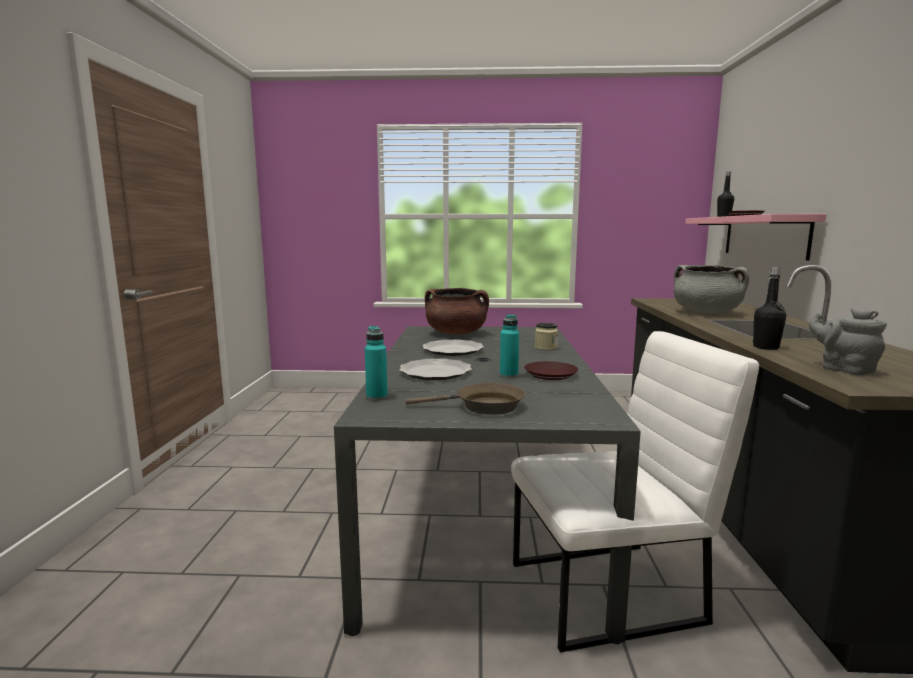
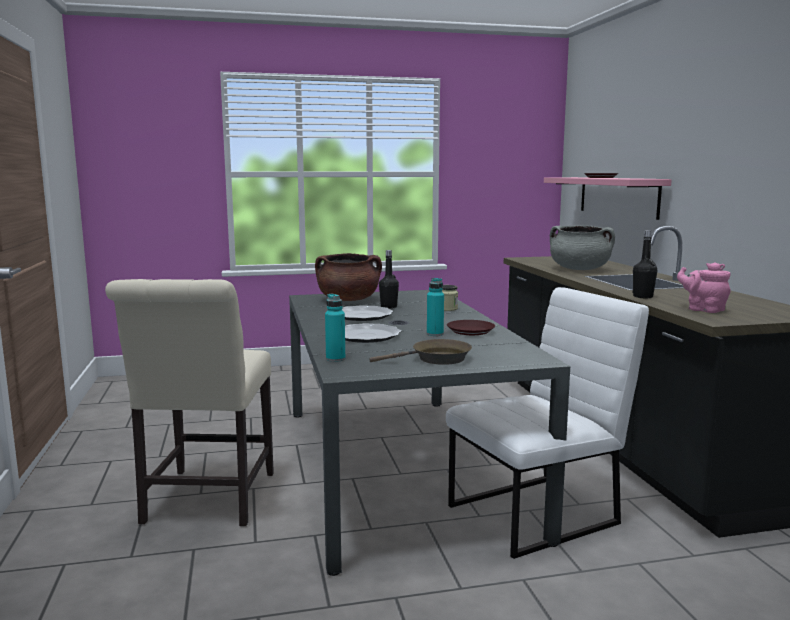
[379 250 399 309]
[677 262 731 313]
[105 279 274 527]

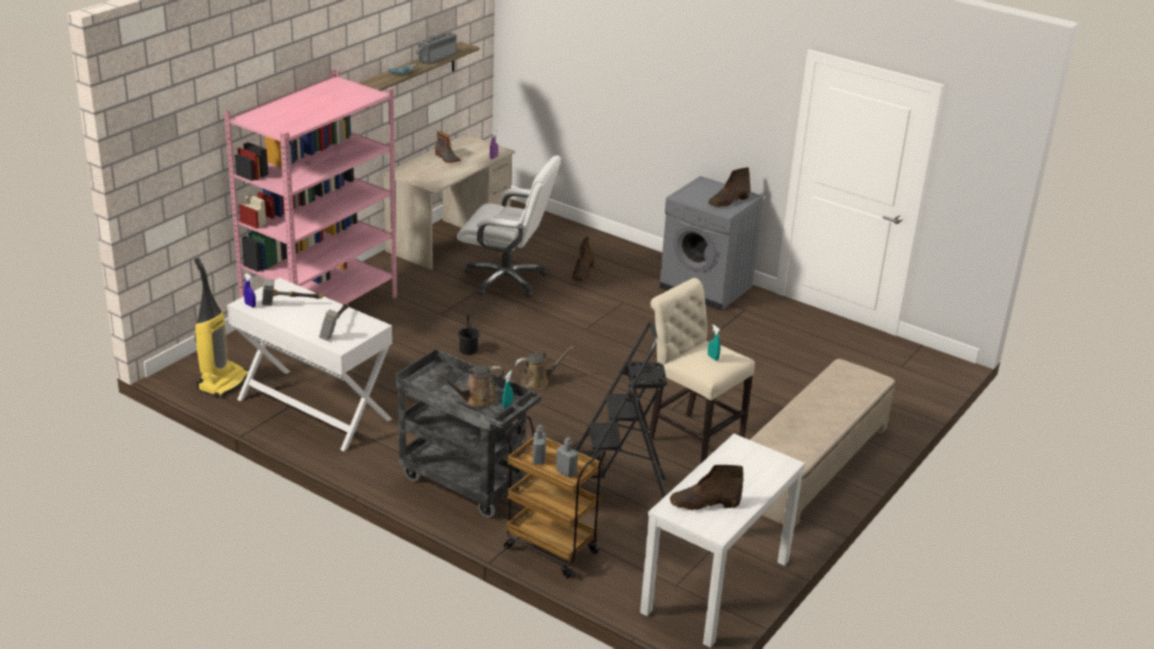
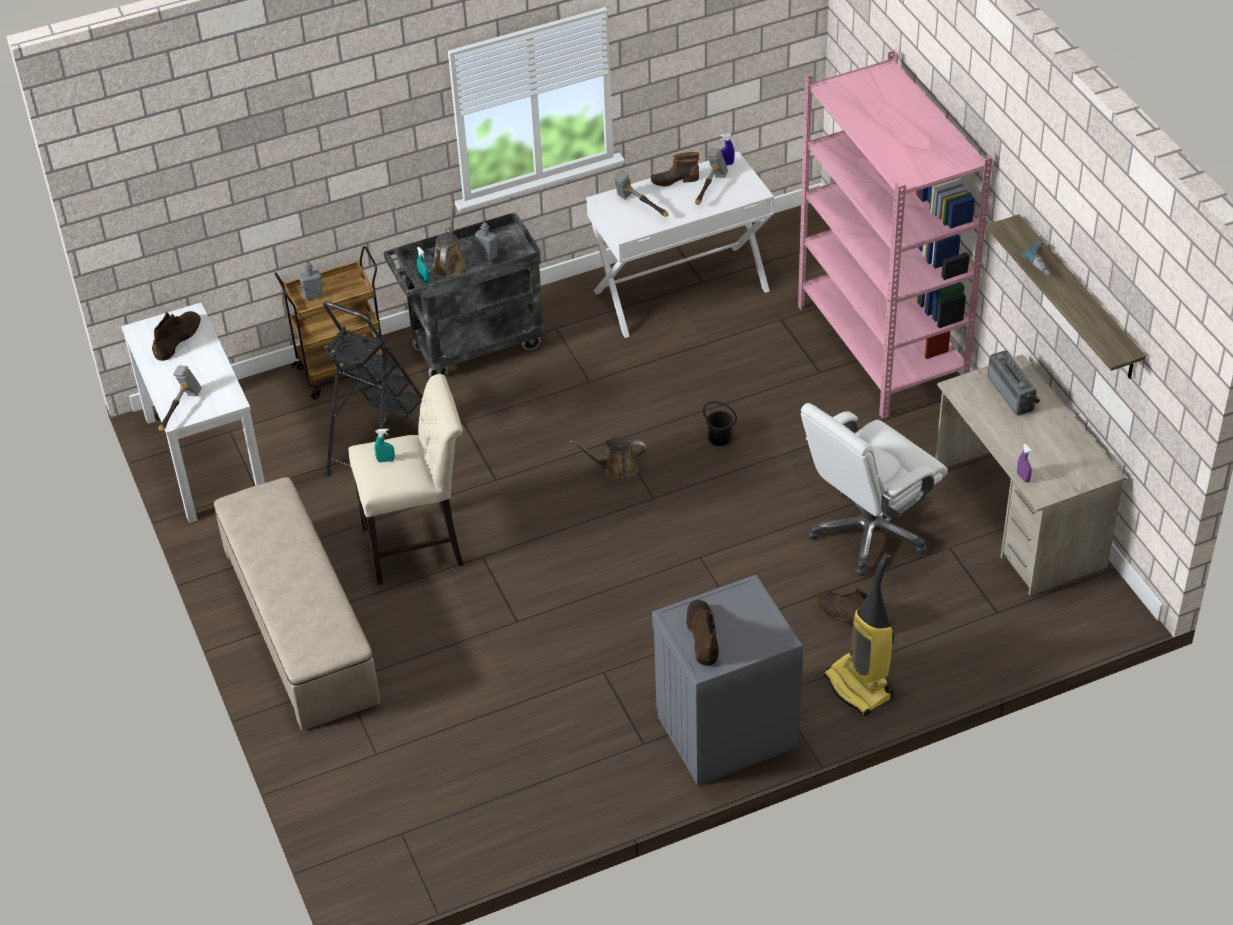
[988 350 1041 416]
[651 152 699 186]
[824 553 894 716]
[570 437 646 481]
[475 222 497 260]
[159 366 202 431]

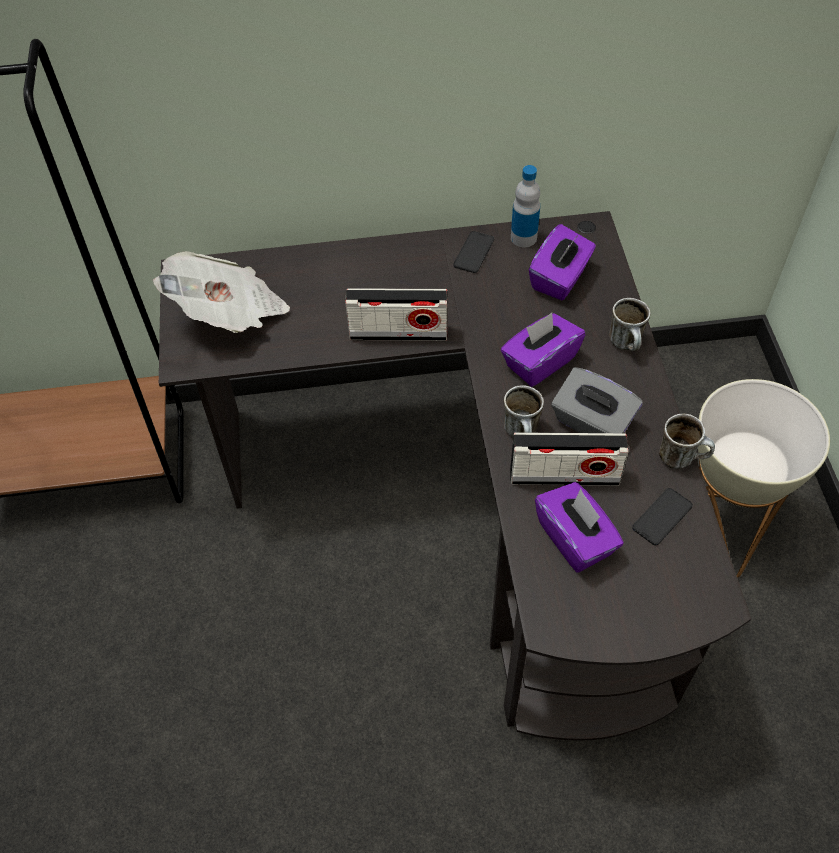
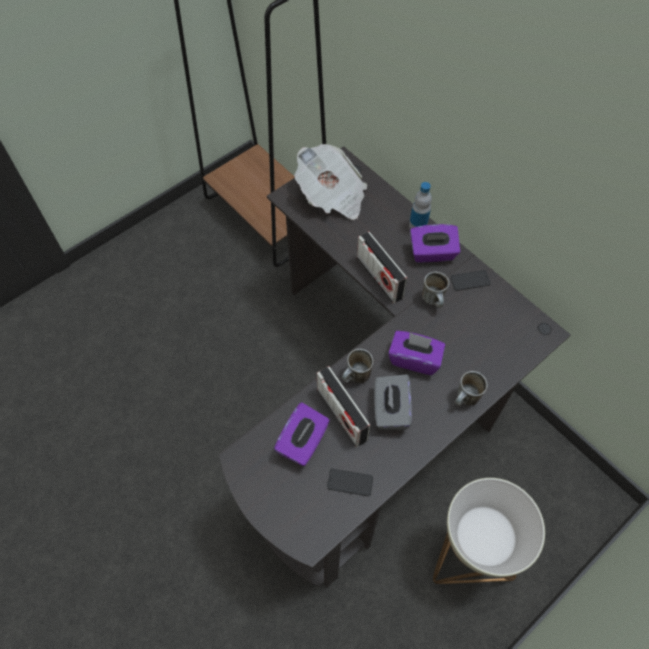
[409 182 432 229]
[410 224 460 263]
[422 272 449 308]

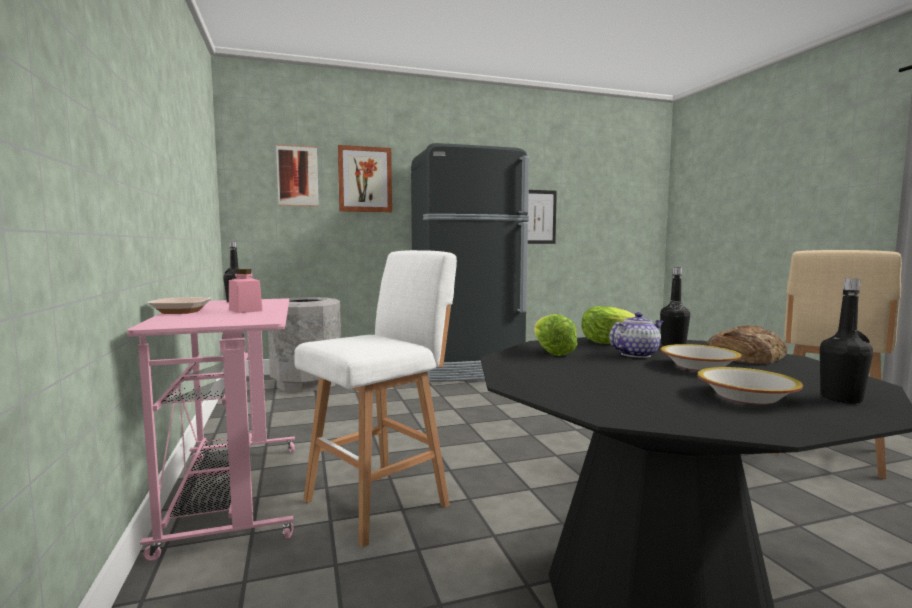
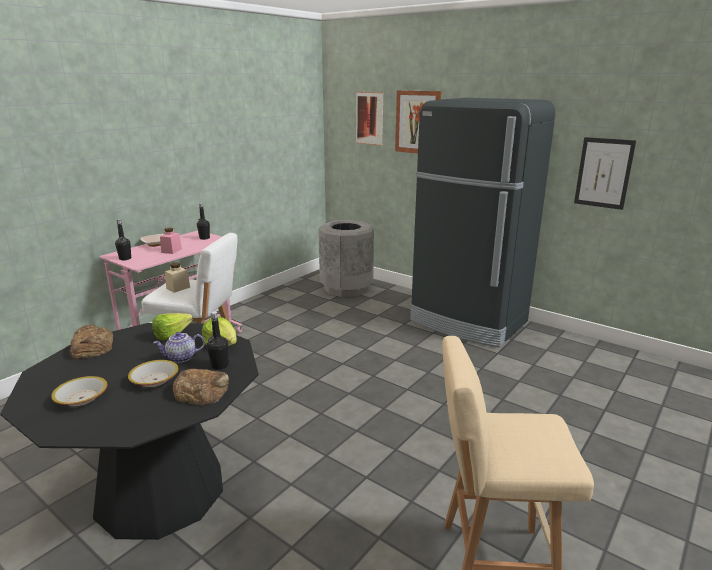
[115 219 131 260]
[153 332 205 363]
[165 263 190 293]
[69 325 113 360]

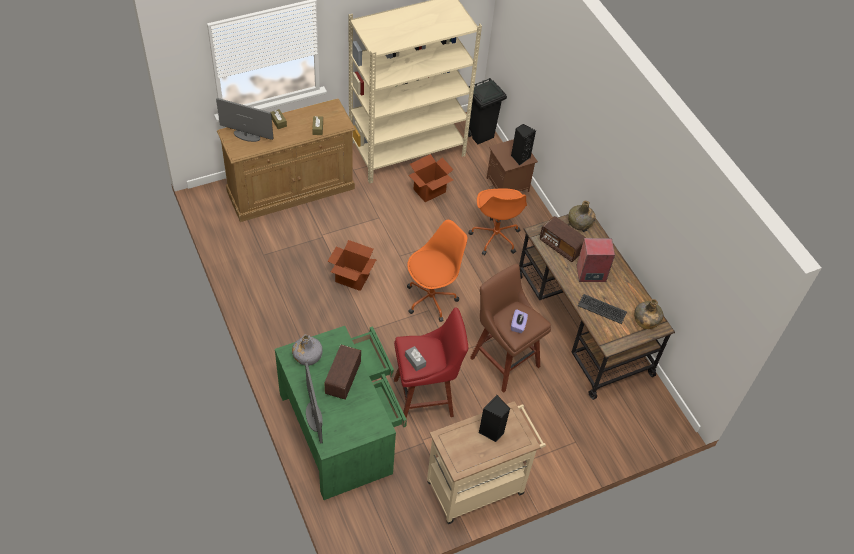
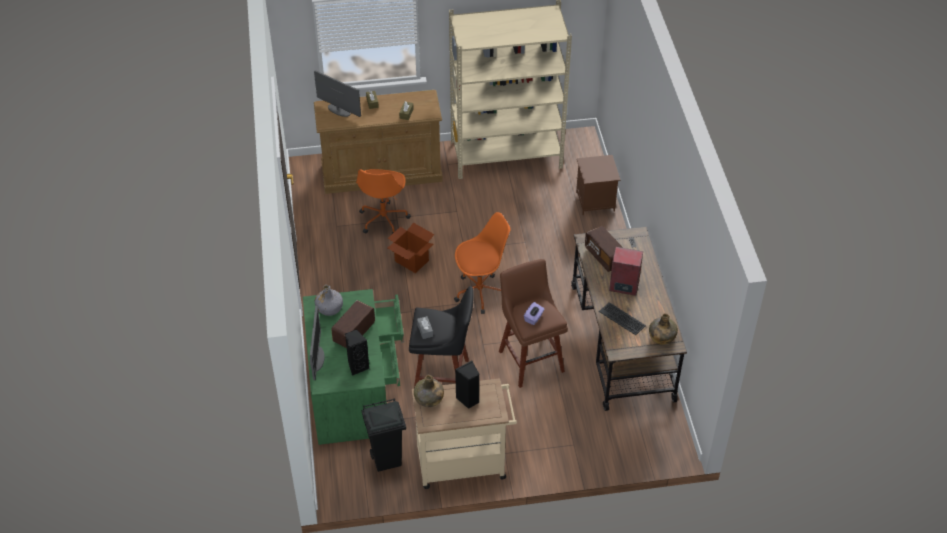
[362 398 406 472]
[345 329 370 376]
[409 154 454 202] (first image)
[356 169 411 234]
[414 375 444 407]
[409 286 474 387]

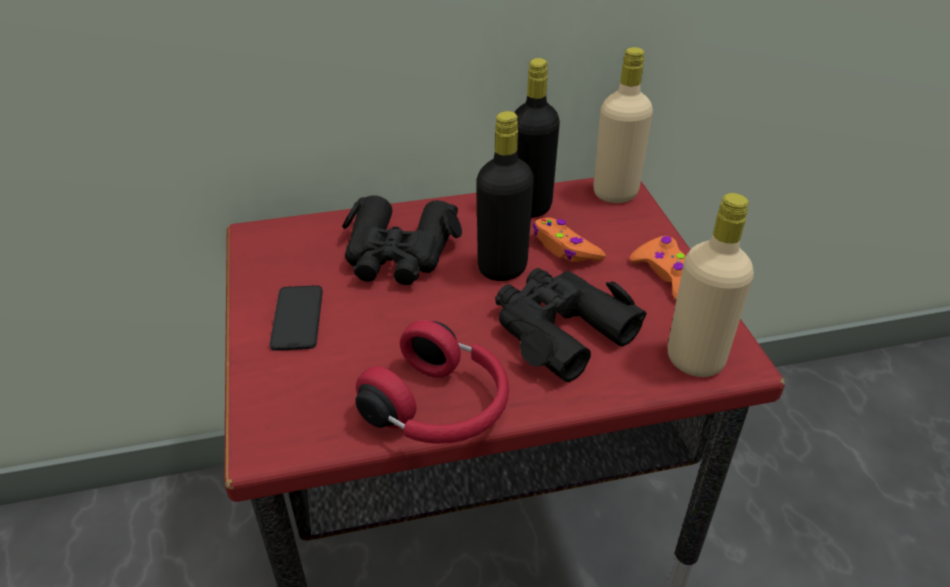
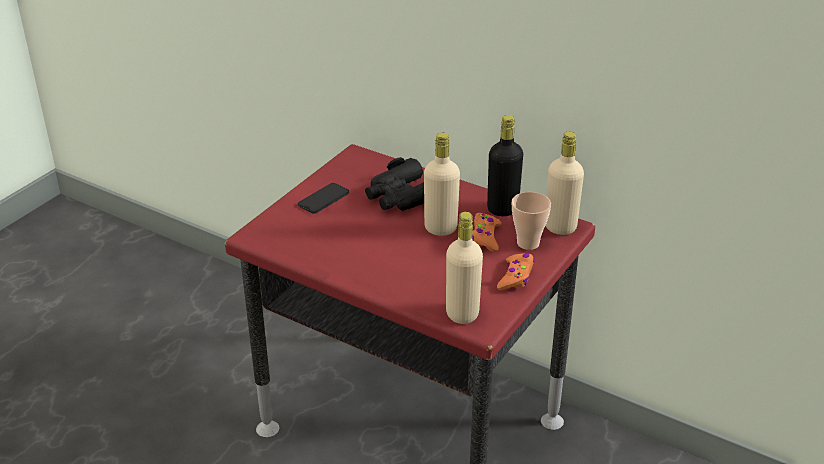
[424 133 460 236]
[495 268 647 382] (first image)
[355 320 509 444] (first image)
[512 192 551 250]

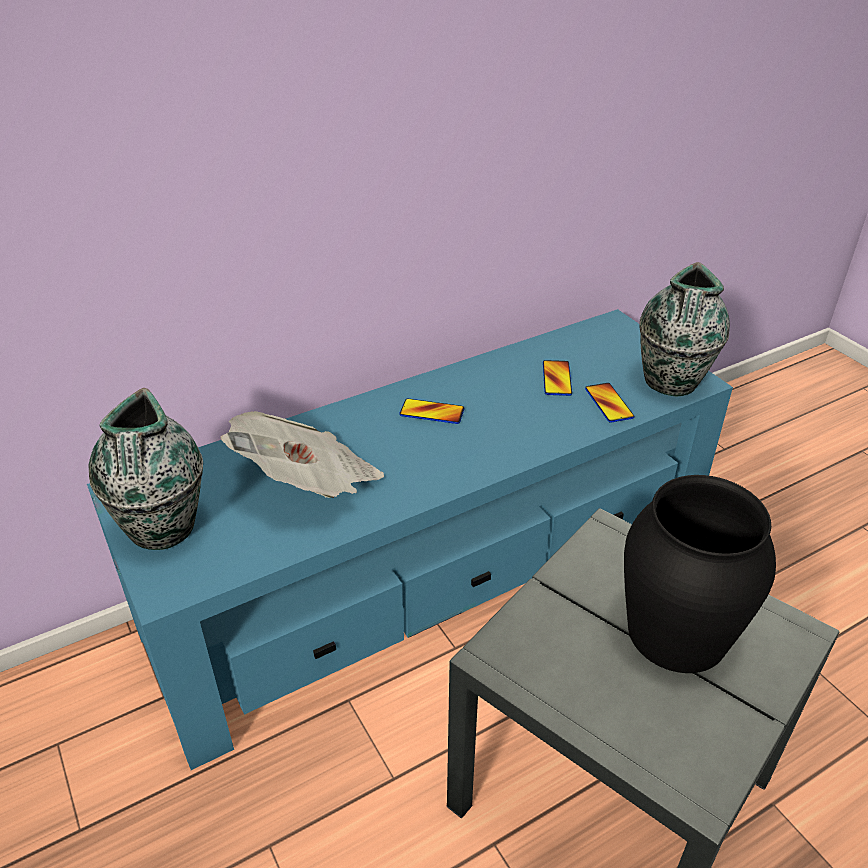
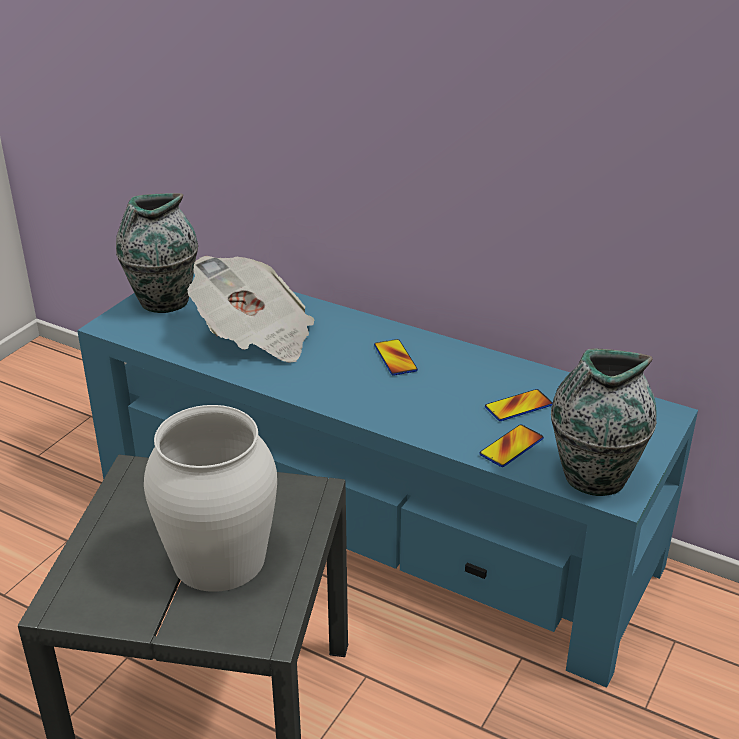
[144 405 277 592]

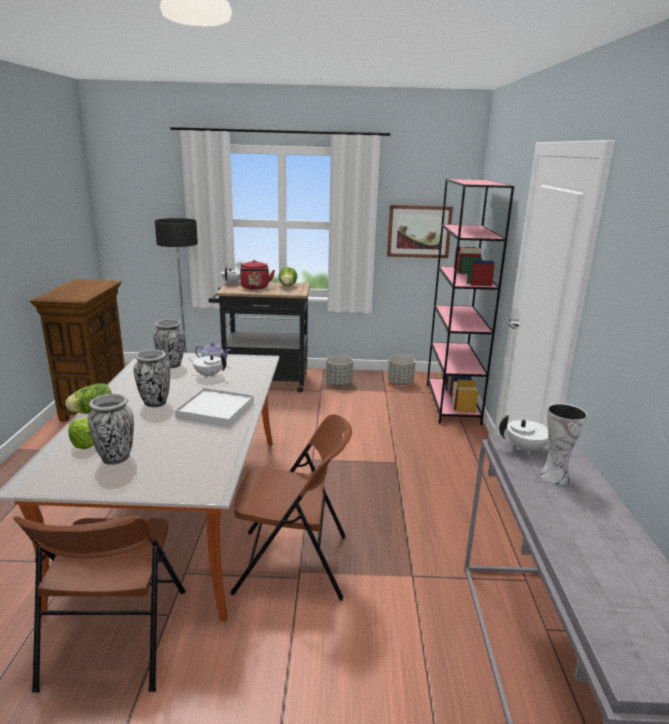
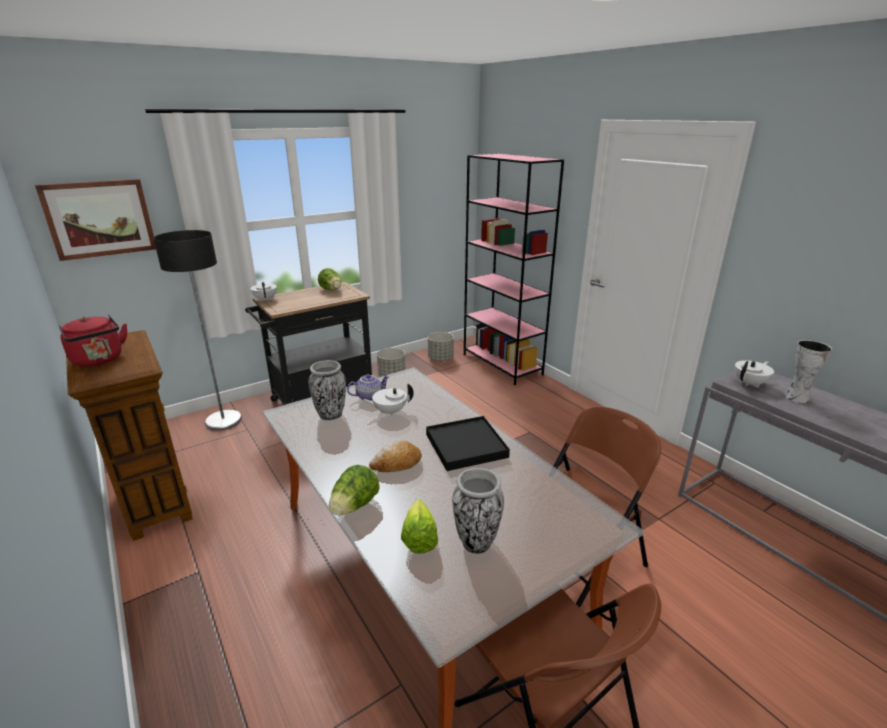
[35 179 156 261]
[59 315 127 367]
[369 441 422 472]
[426 416 510 471]

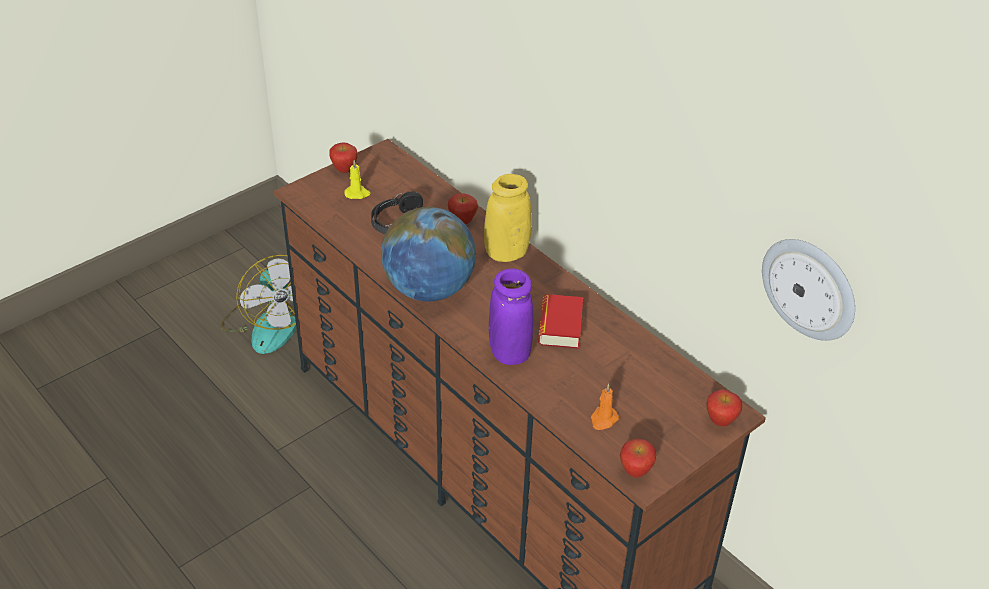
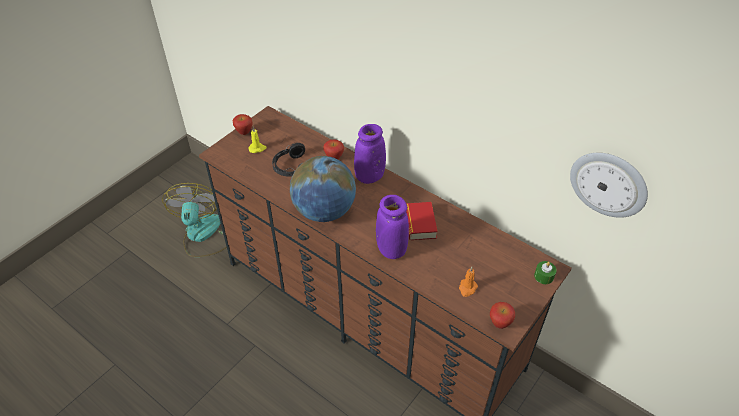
[354 124 386 184]
[162 183 227 257]
[534 261 557 284]

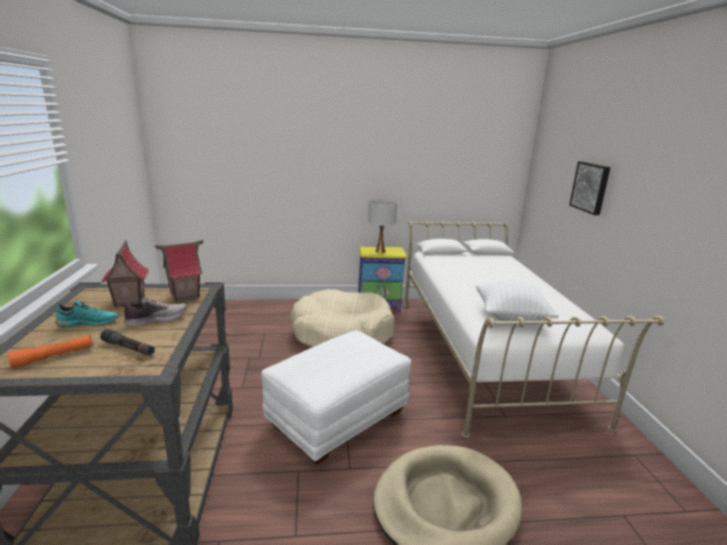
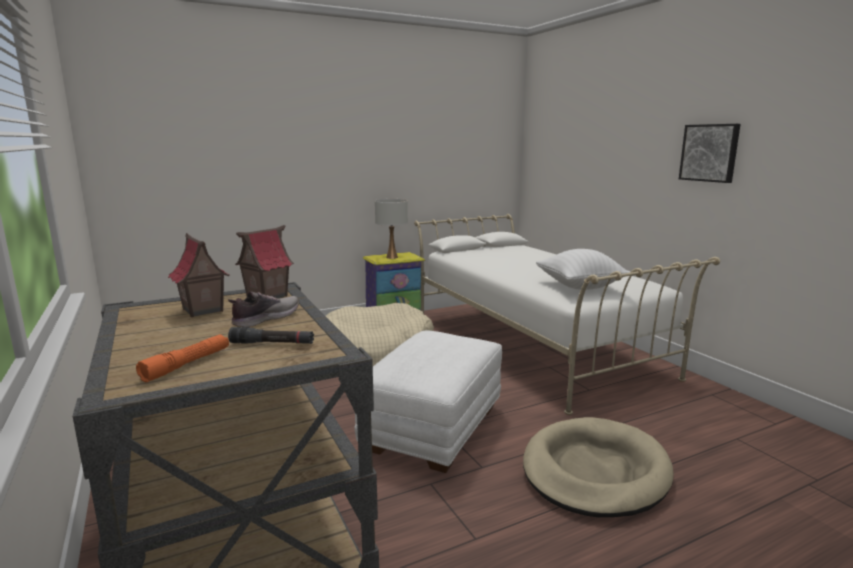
[679 124 741 183]
[55 300 119 327] (first image)

